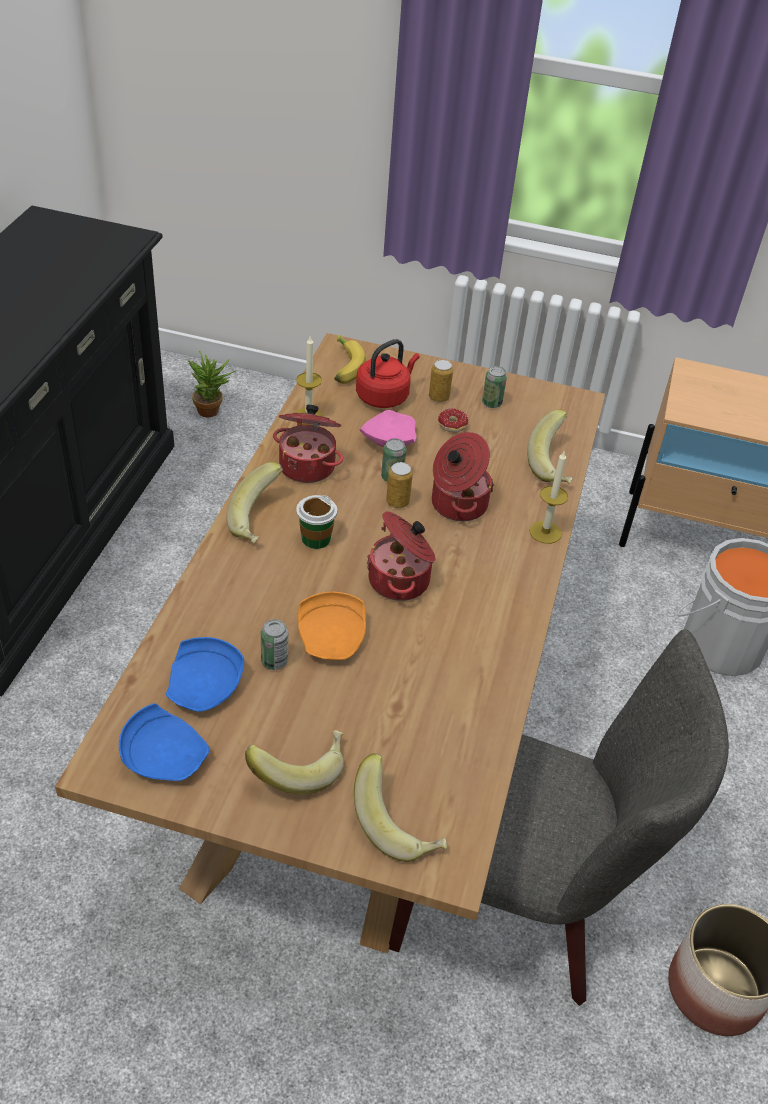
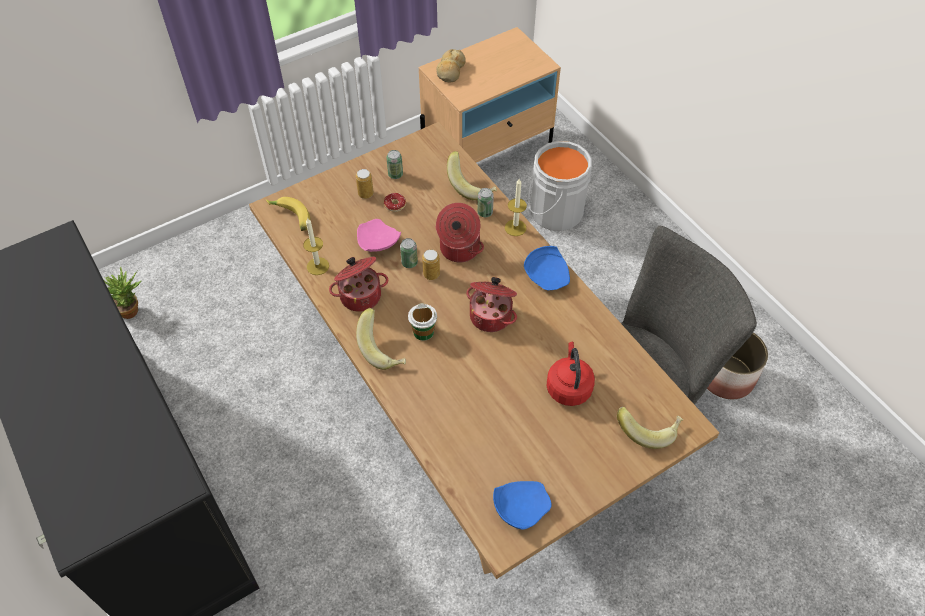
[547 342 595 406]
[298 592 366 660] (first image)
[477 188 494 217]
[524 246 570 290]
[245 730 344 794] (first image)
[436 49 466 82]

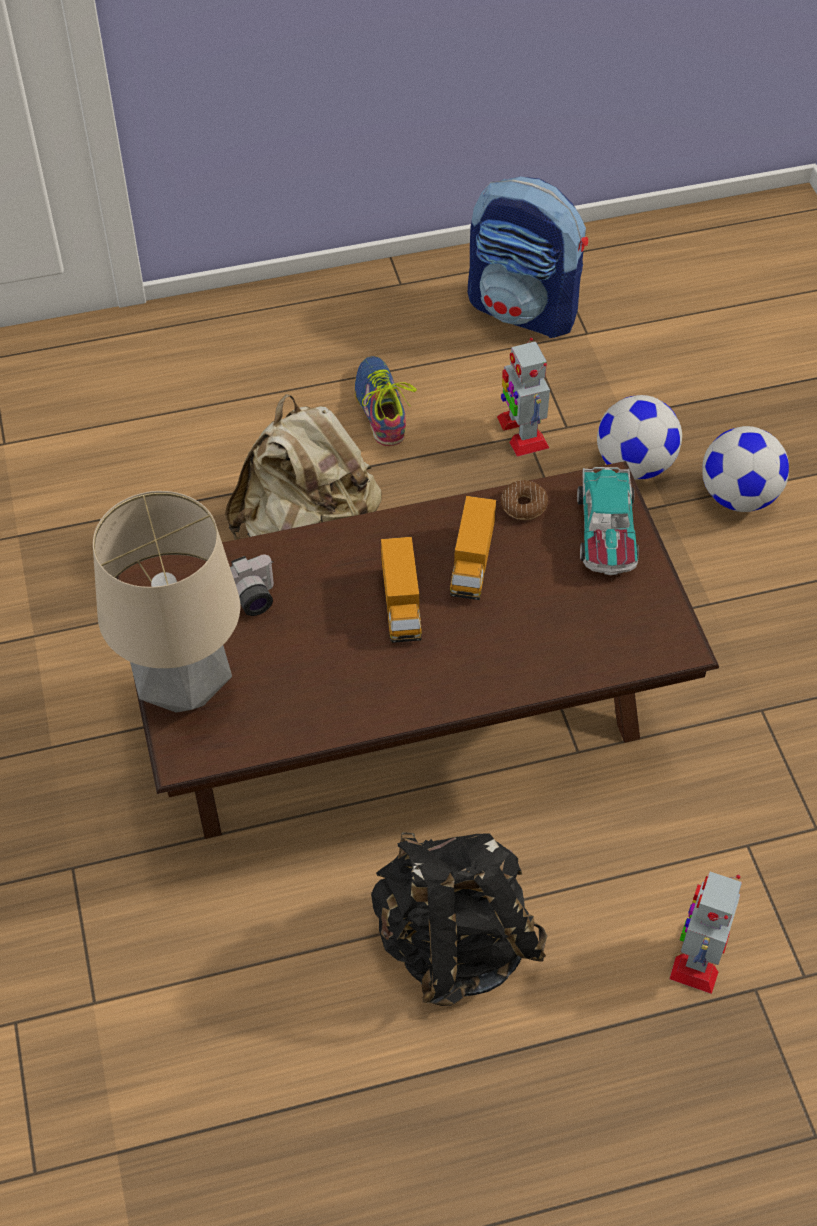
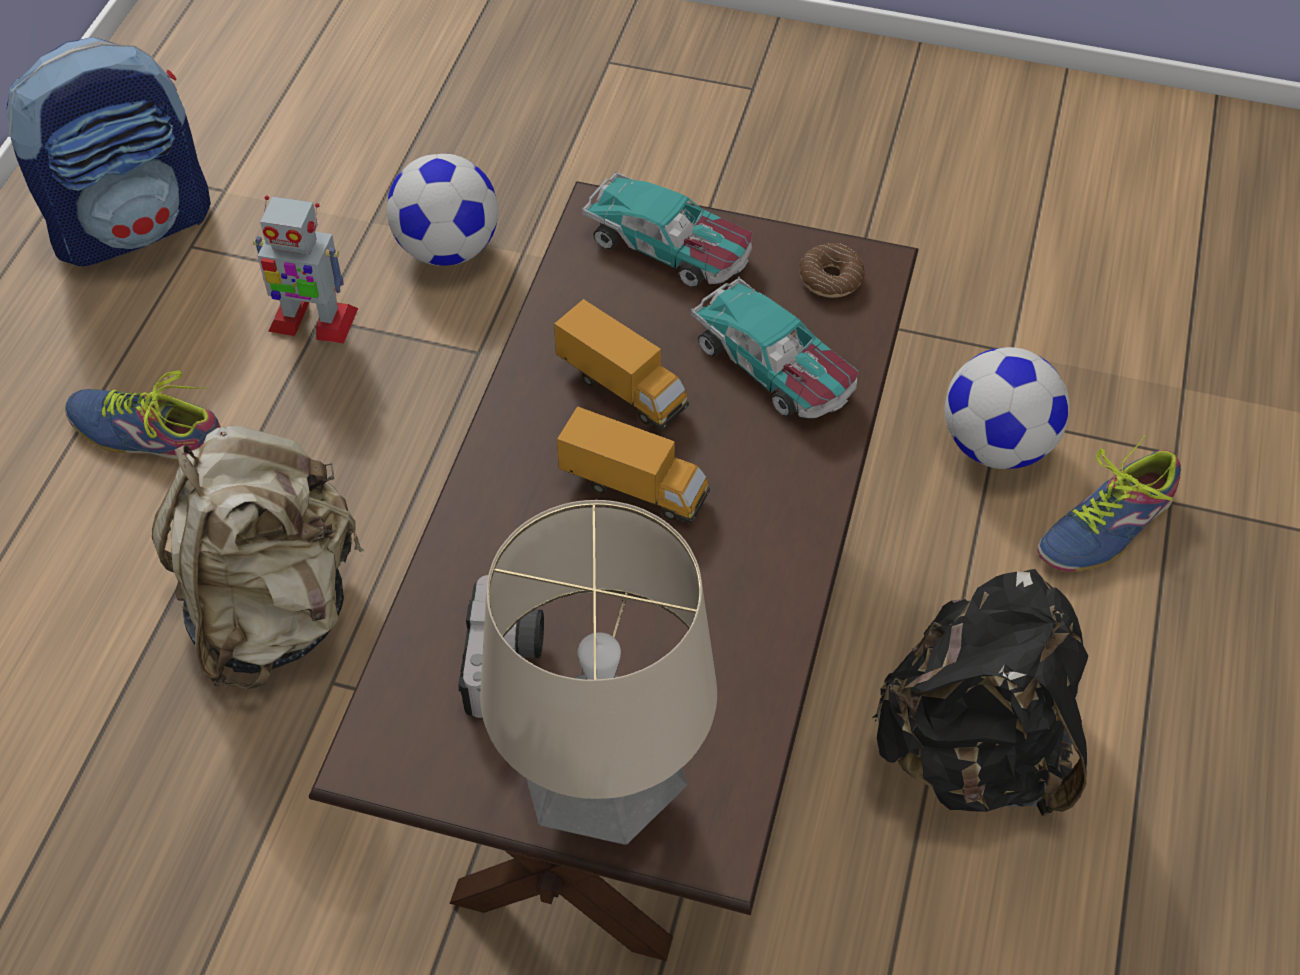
[945 347 1070 469]
[799 243 865 298]
[1037 434 1181 572]
[691 277 859 418]

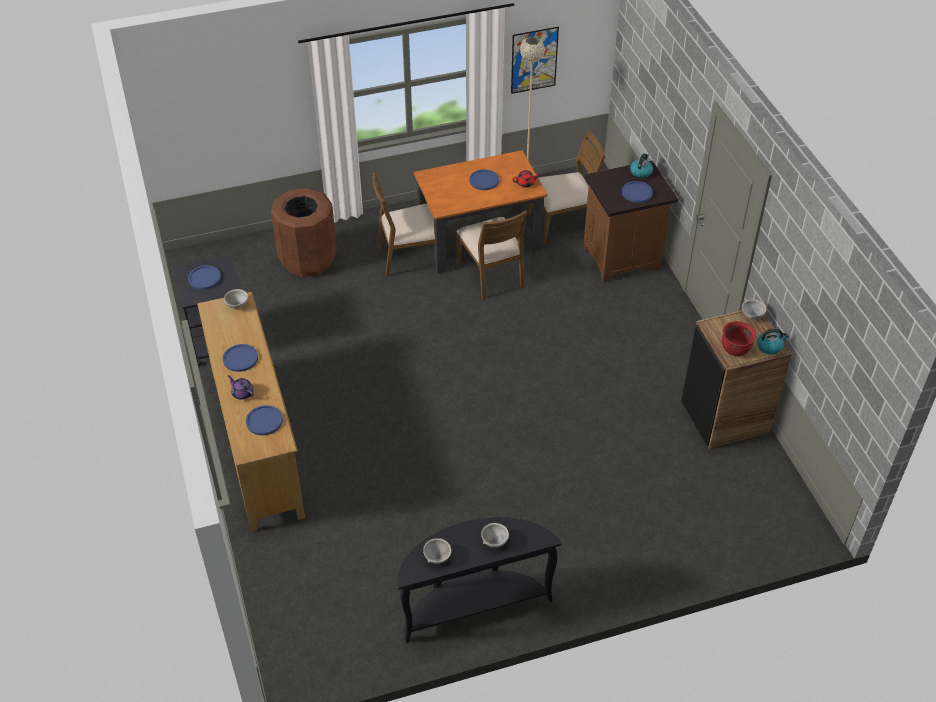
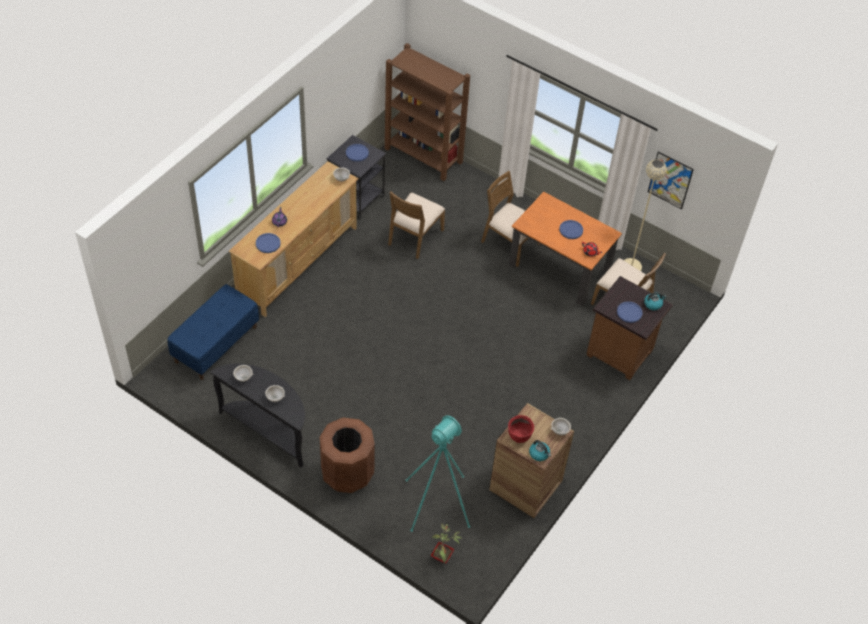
[320 417 375 493]
[388 191 445 259]
[223 344 258 372] (first image)
[385 43 470 181]
[167 284 259 380]
[405 415 470 532]
[431 523 462 563]

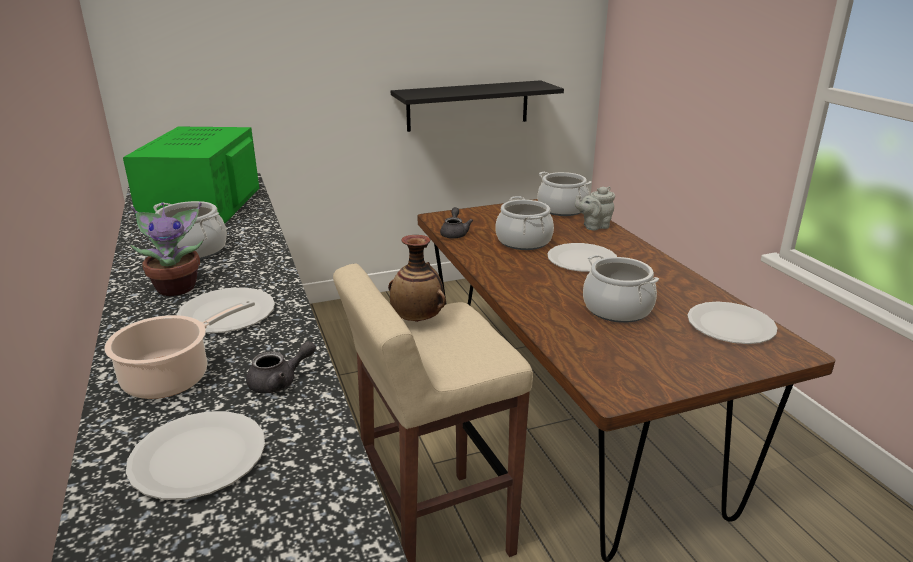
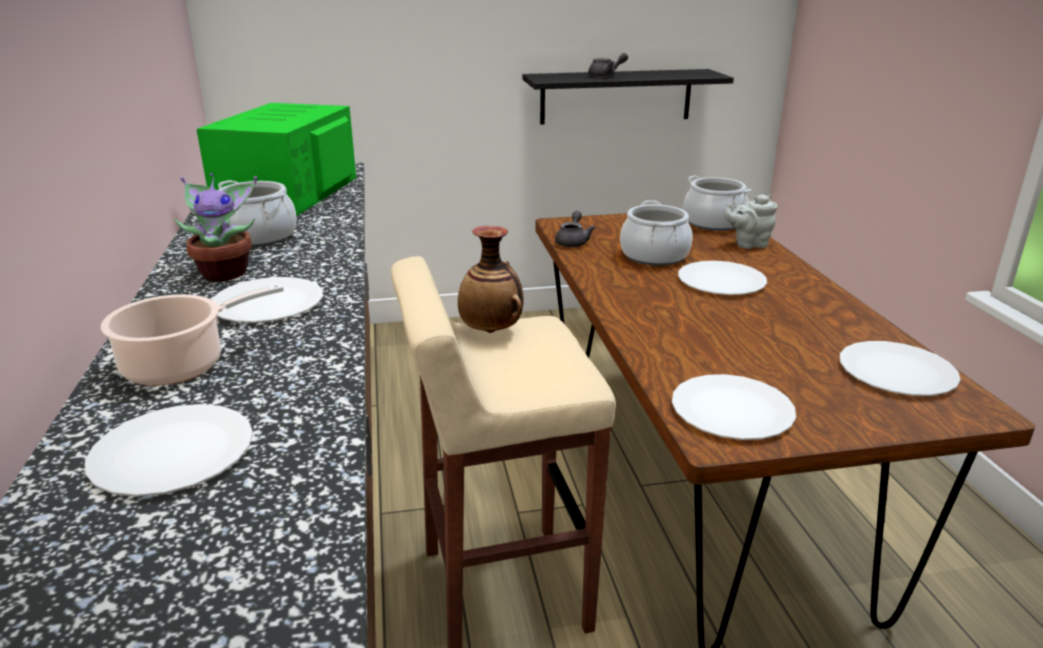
[583 254 659 323] (first image)
[588 53 628 77]
[672 374 796 440]

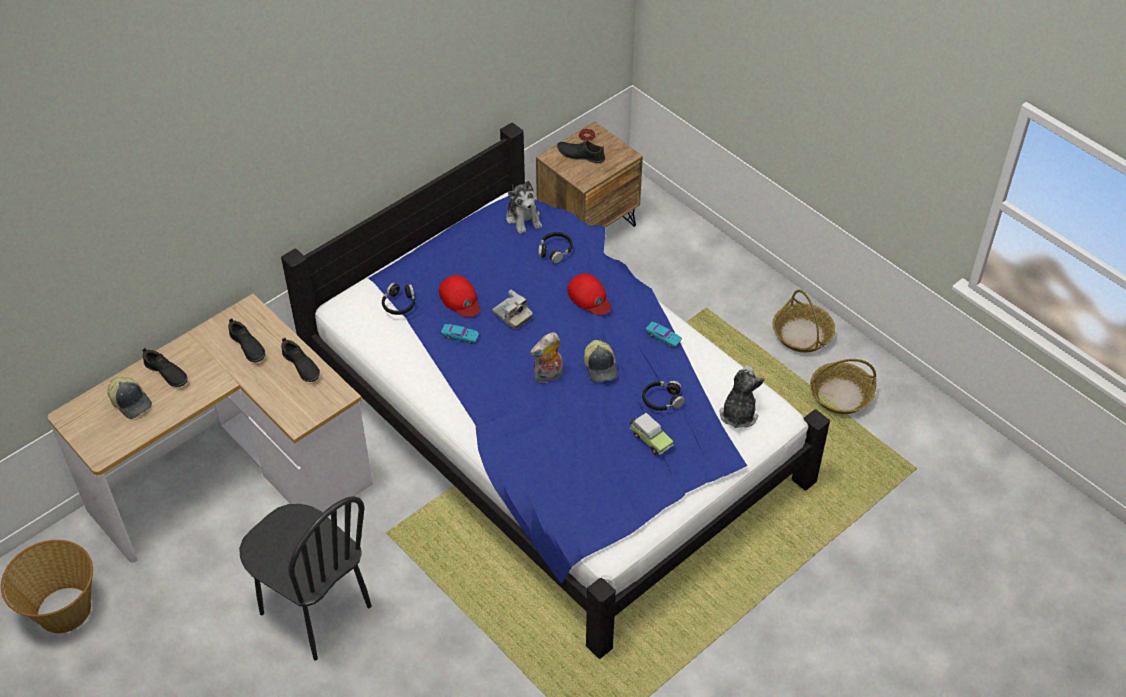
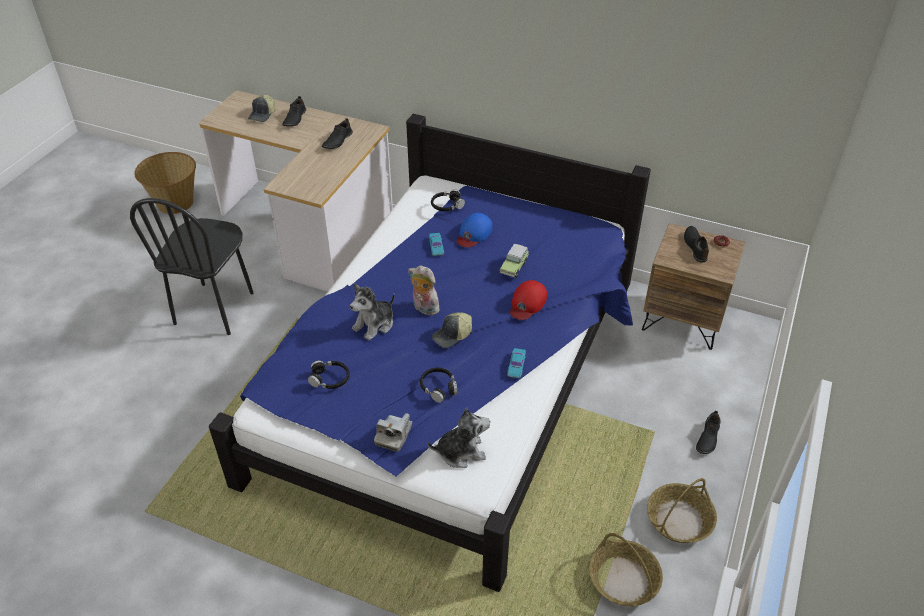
[350 284 395 341]
[308 360 350 389]
[457 213 492 247]
[374 413 412 452]
[696 411 720 454]
[500 243 529 278]

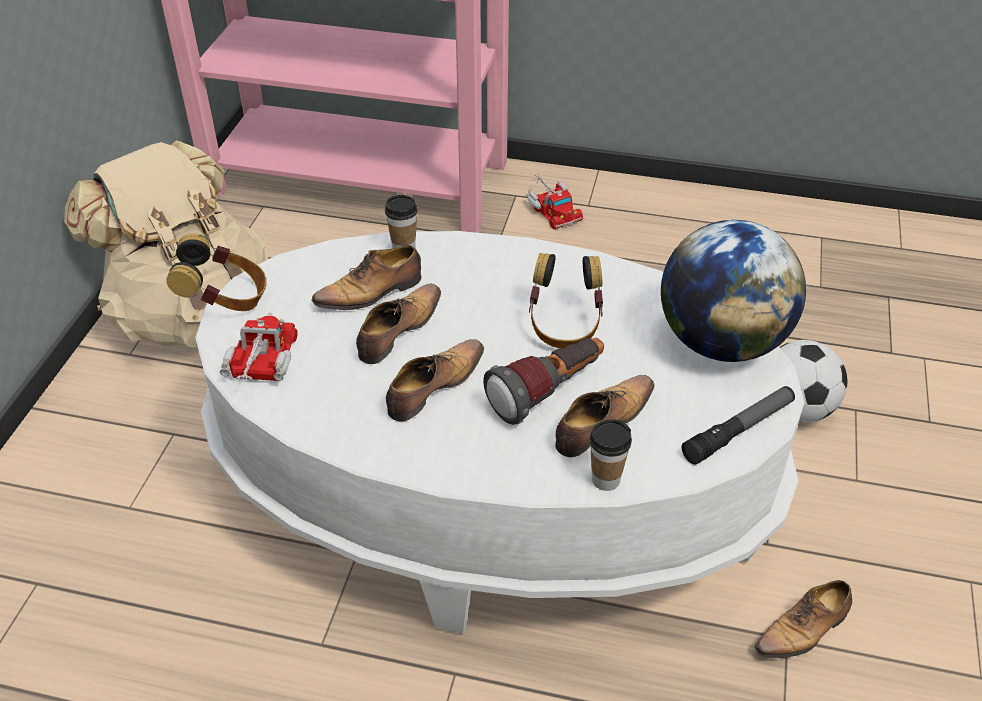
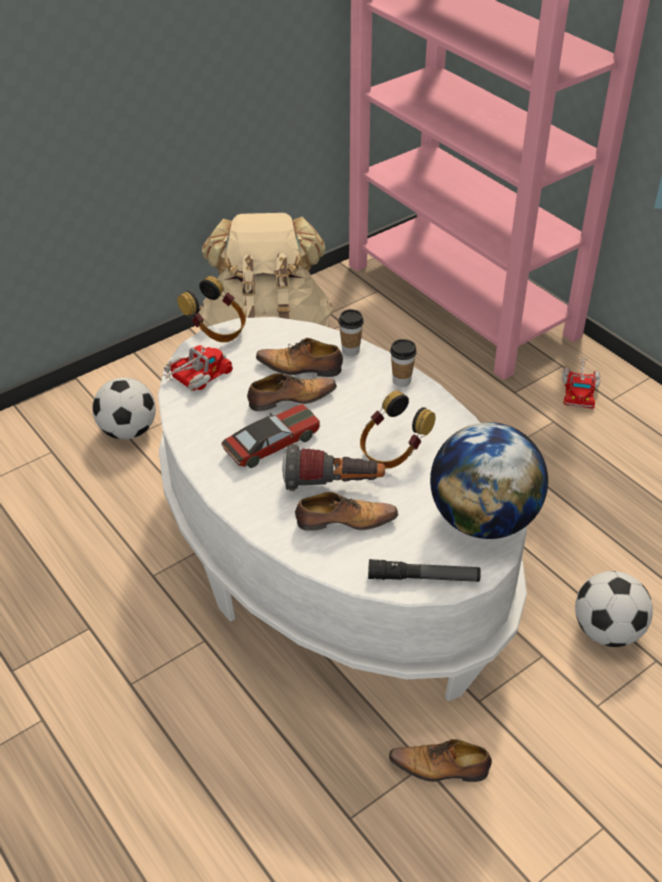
[221 404 320 468]
[390 339 417 387]
[92 377 156 440]

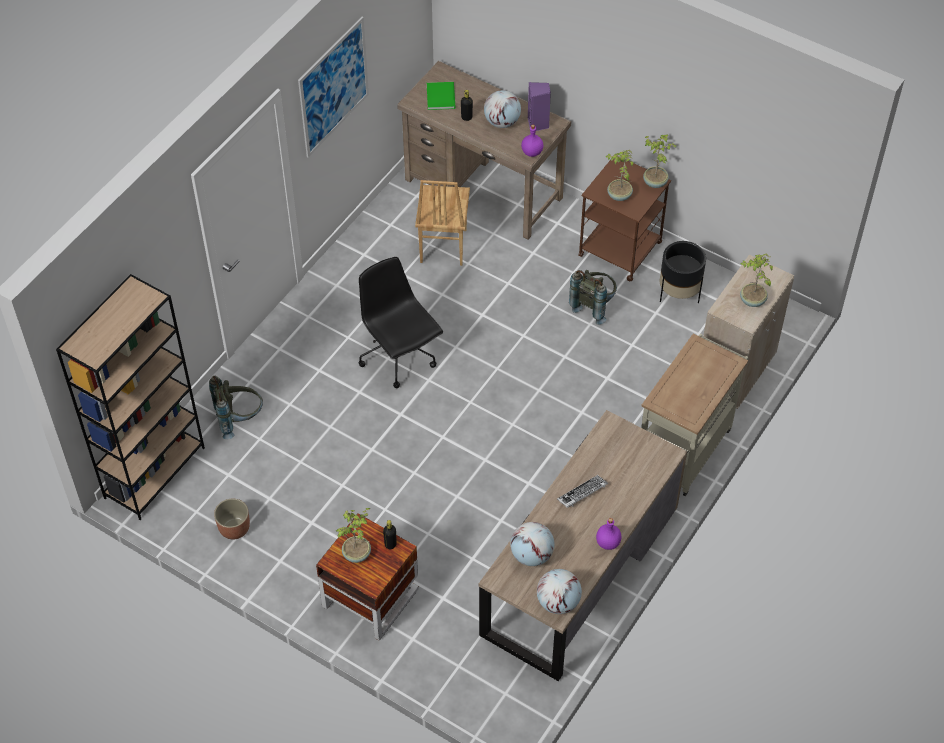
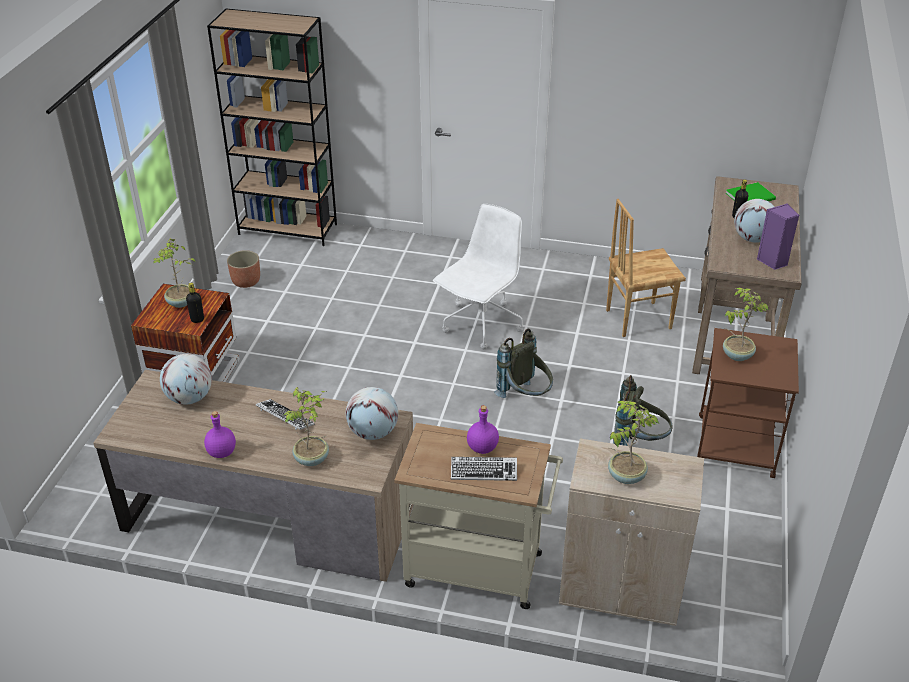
[298 17 369 157] (first image)
[467 405 499 454]
[284 387 329 466]
[660 241 706 304] (first image)
[433 204 524 349]
[494 328 553 398]
[346 387 398 440]
[451 457 517 481]

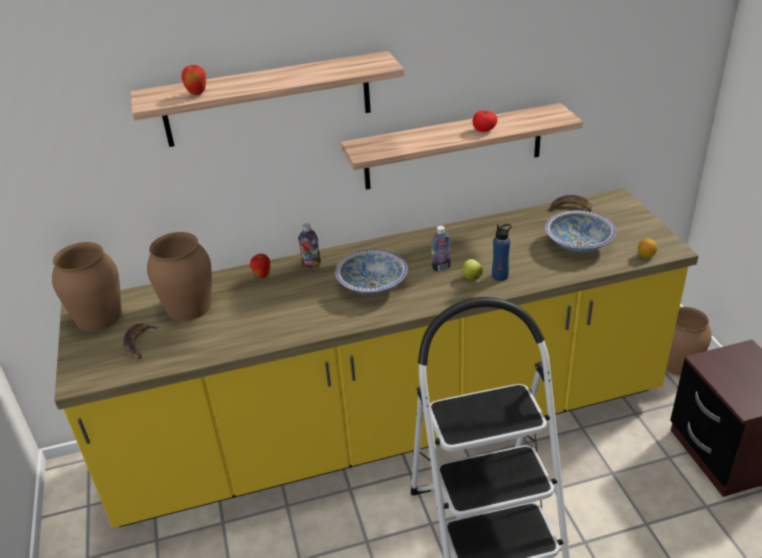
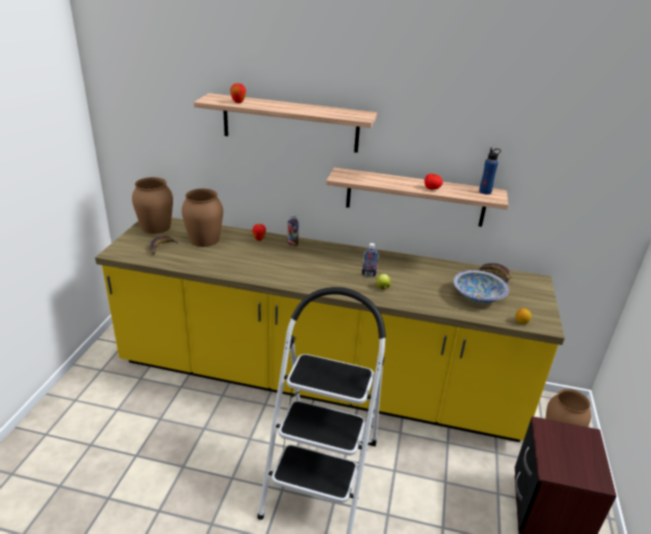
[479 147 501 195]
[335 249 407 295] (first image)

